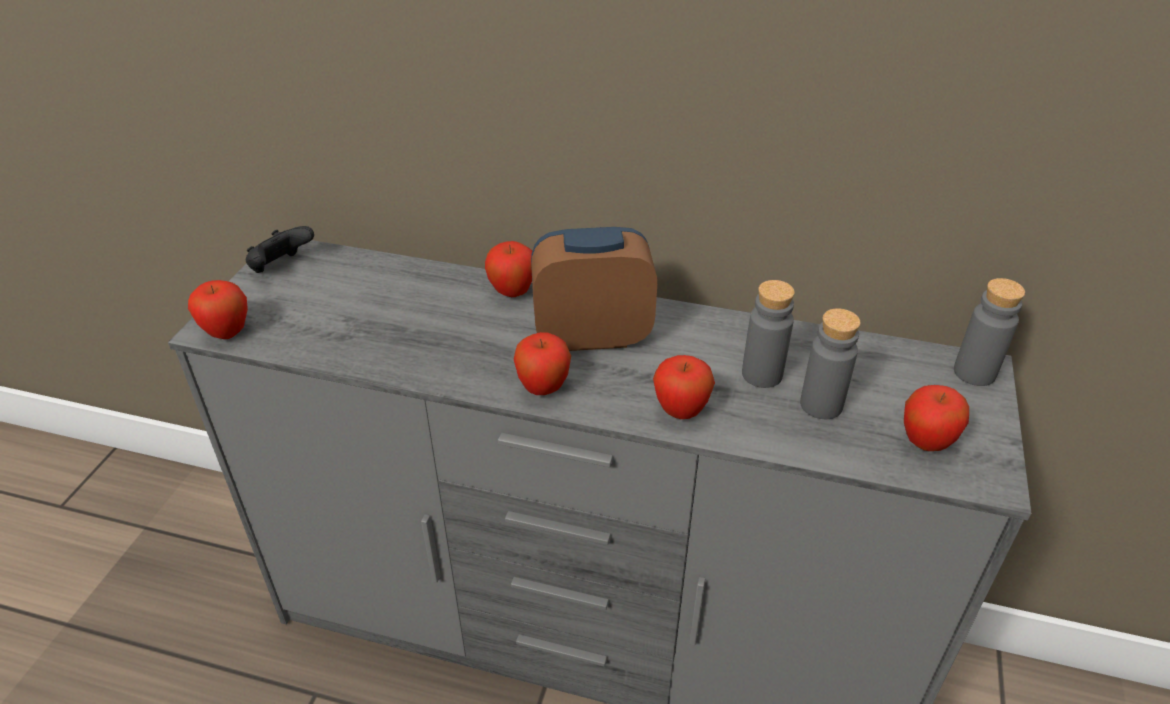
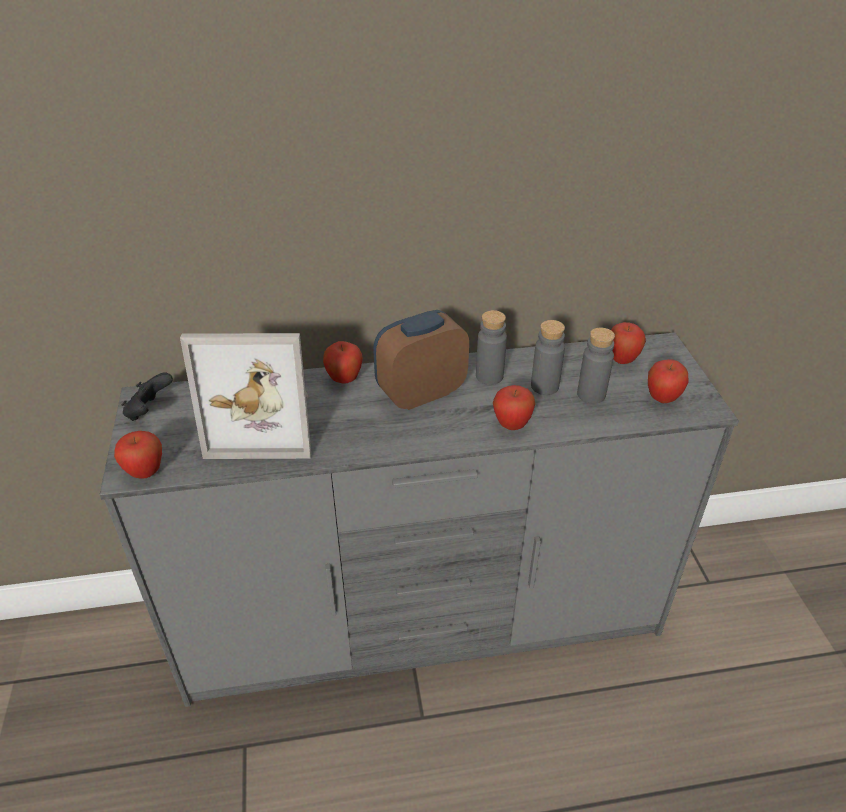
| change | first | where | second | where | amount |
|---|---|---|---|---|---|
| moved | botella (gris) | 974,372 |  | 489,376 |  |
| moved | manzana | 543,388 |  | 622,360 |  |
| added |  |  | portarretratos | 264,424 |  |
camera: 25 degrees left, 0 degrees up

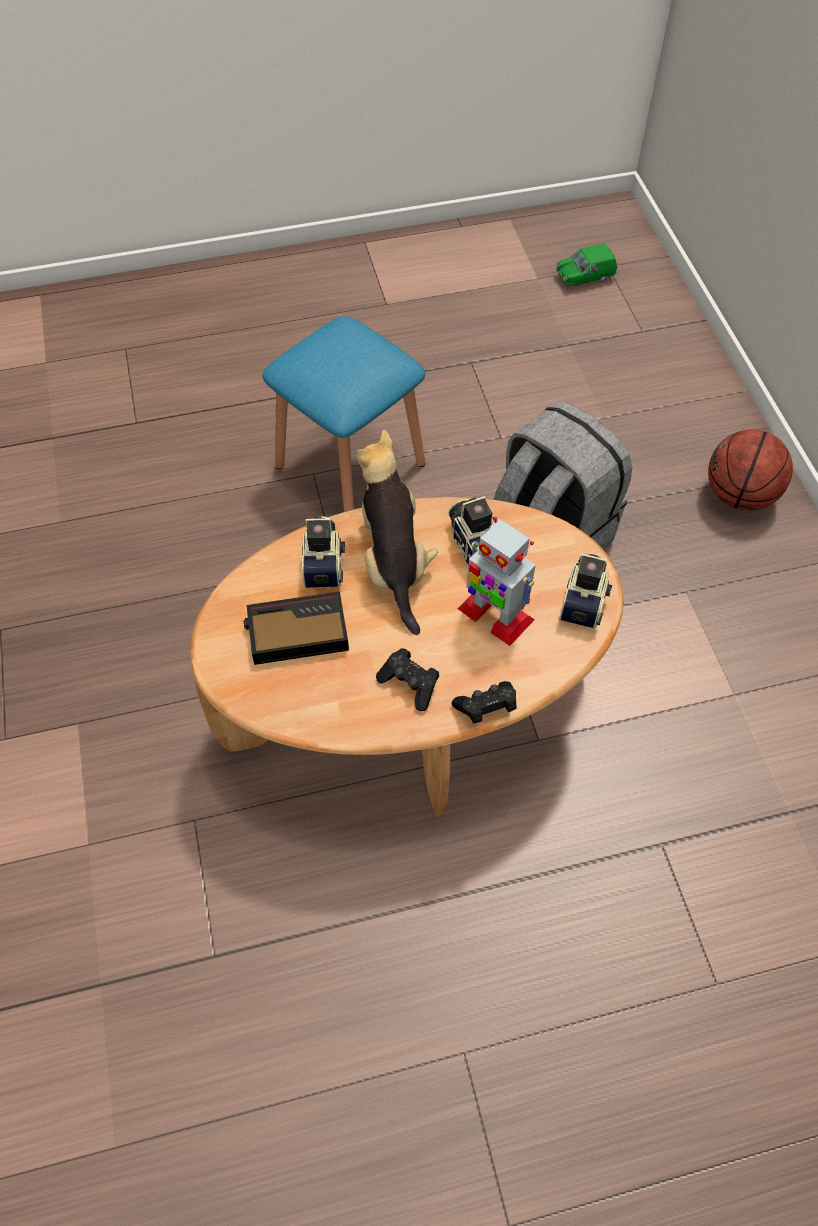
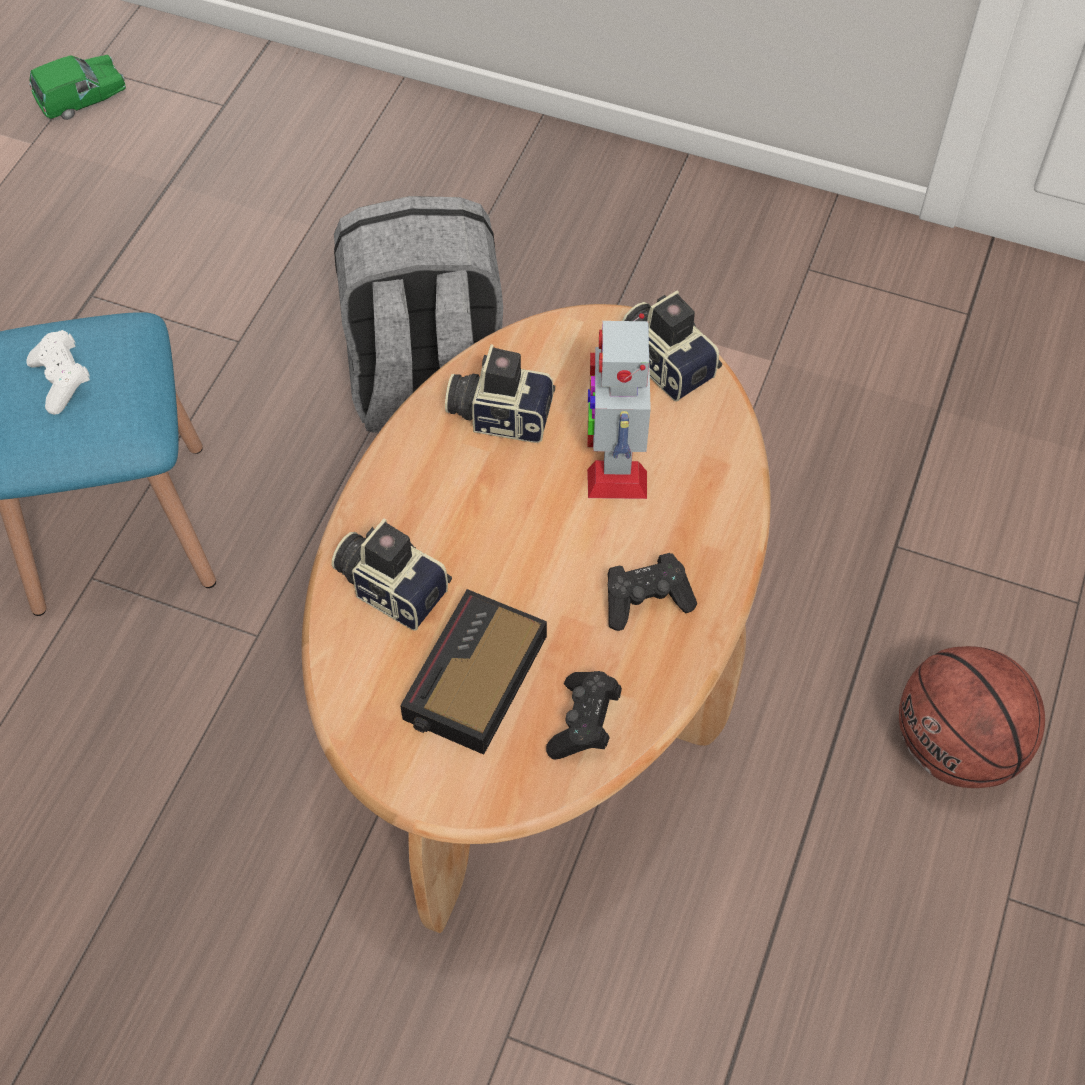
| change | first | where | second | where | amount |
|---|---|---|---|---|---|
| turned | coche de juguete (verde) | 584,277 |  | 82,100 | 135 degrees counterclockwise |
| moved | balón de baloncesto | 739,495 |  | 956,747 |  |
| removed | peluche | 394,563 |  |  |  |
| turned | robot de juguete | 494,614 |  | 616,458 | 105 degrees clockwise |
| moved | mando de consola (negro) | 486,708 |  | 584,724 |  |
| added |  |  | mando de consola (blanco) | 62,381 |  |
camera: 55 degrees left, 0 degrees up

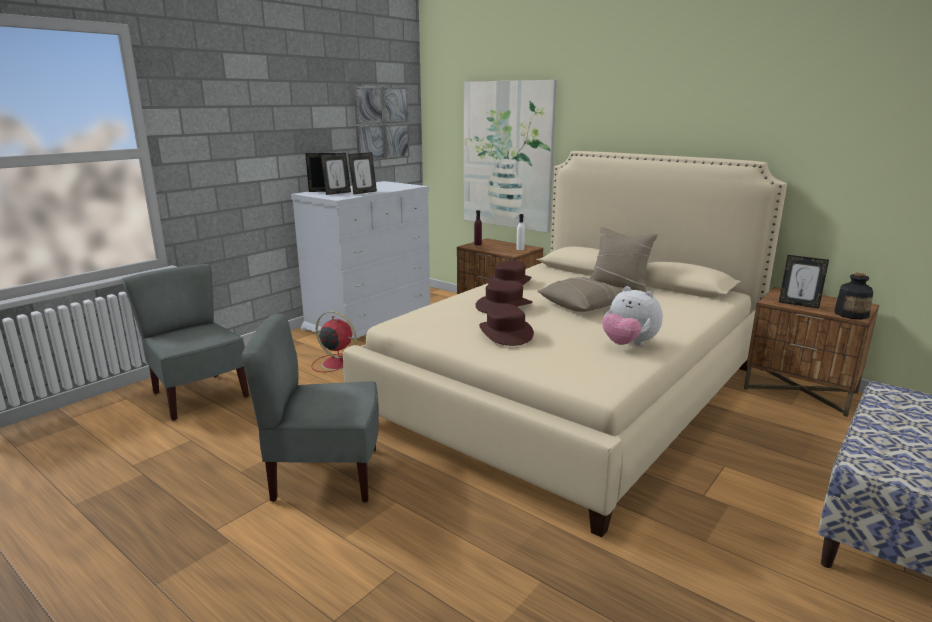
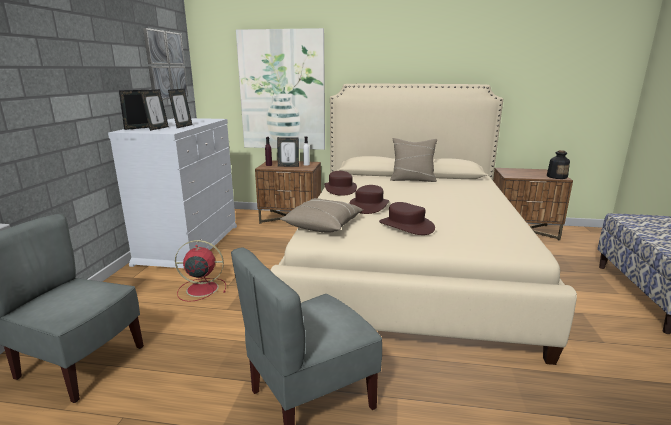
| change | first | where | second | where | amount |
|---|---|---|---|---|---|
| moved | portarretratos | 798,304 |  | 288,166 |  |
| moved | cojín (beis) | 582,306 |  | 323,225 |  |
| removed | peluche | 628,344 |  |  |  |
camera: 30 degrees left, 0 degrees up

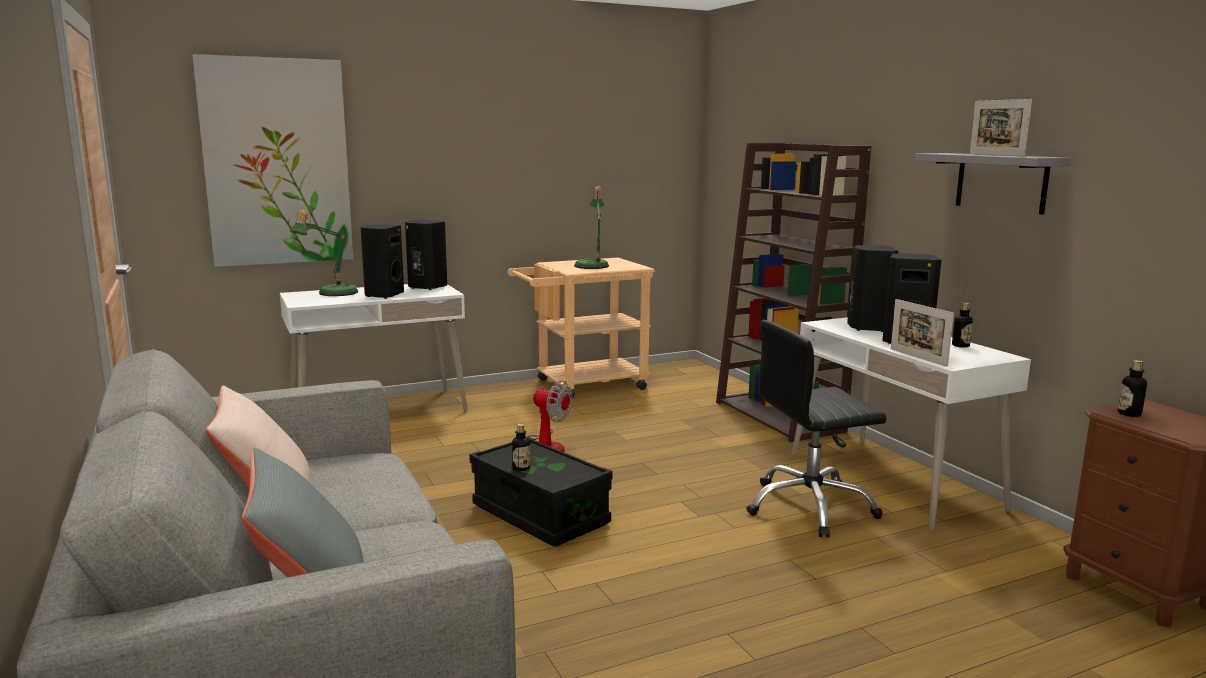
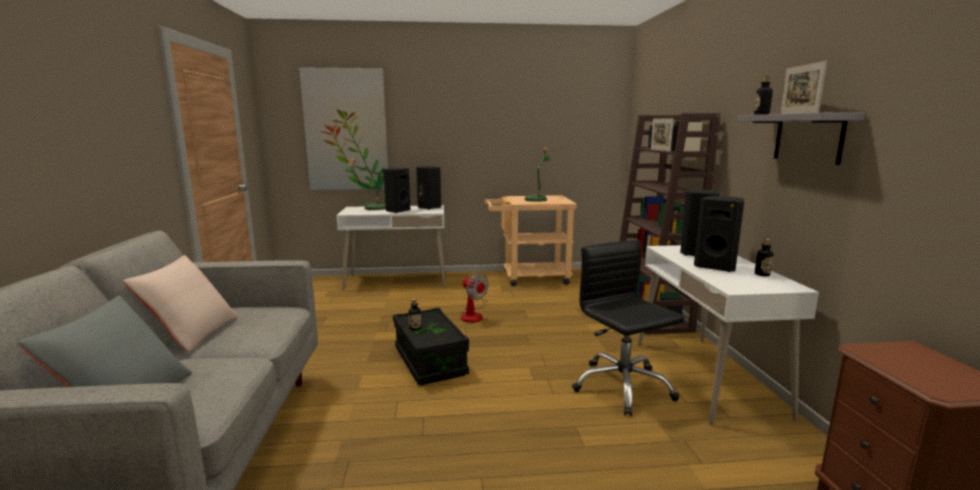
| change | first | where | second | where | amount |
|---|---|---|---|---|---|
| moved | portarretratos | 918,357 |  | 660,150 |  |
| turned | silla de oficina (negro) | 810,507 |  | 622,387 | 60 degrees clockwise |
| moved | botella | 1129,414 |  | 761,114 |  |
camera: 20 degrees right, 0 degrees up

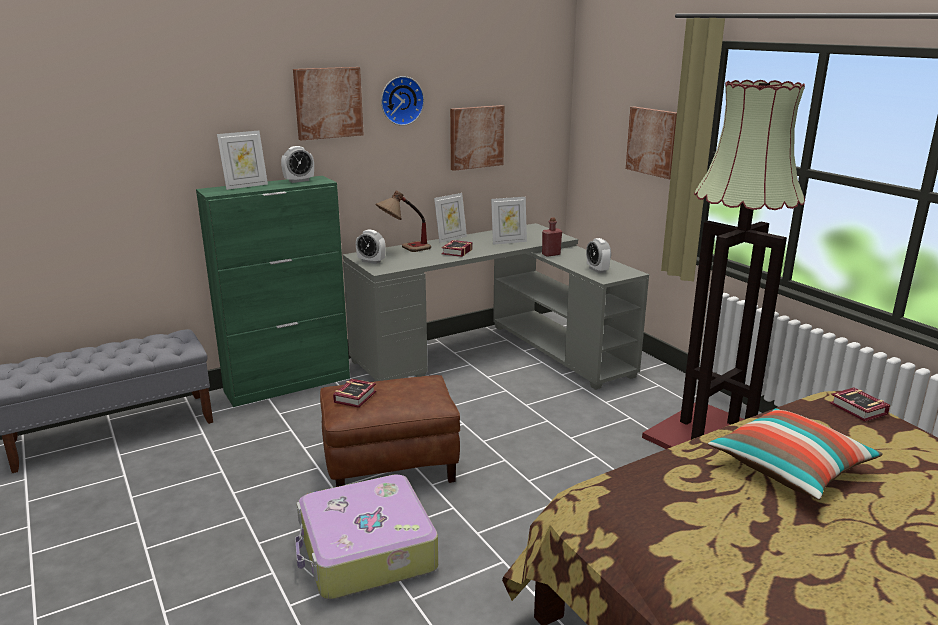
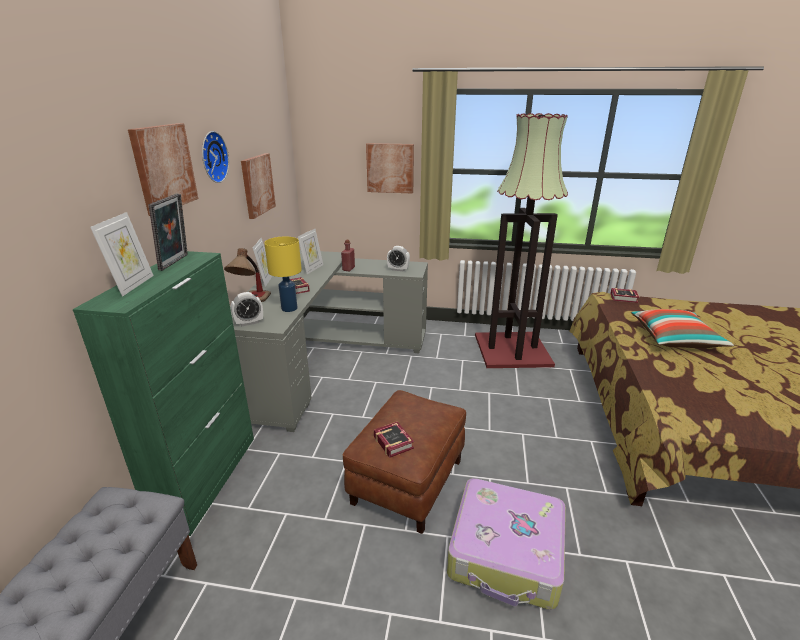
| change | first | where | second | where | amount |
|---|---|---|---|---|---|
| replaced | despertador | 299,181 | portarretratos | 176,262 |  |
| added |  |  | lámpara de mesa (amarillo) | 289,308 |  |
camera: 50 degrees left, 5 degrees up

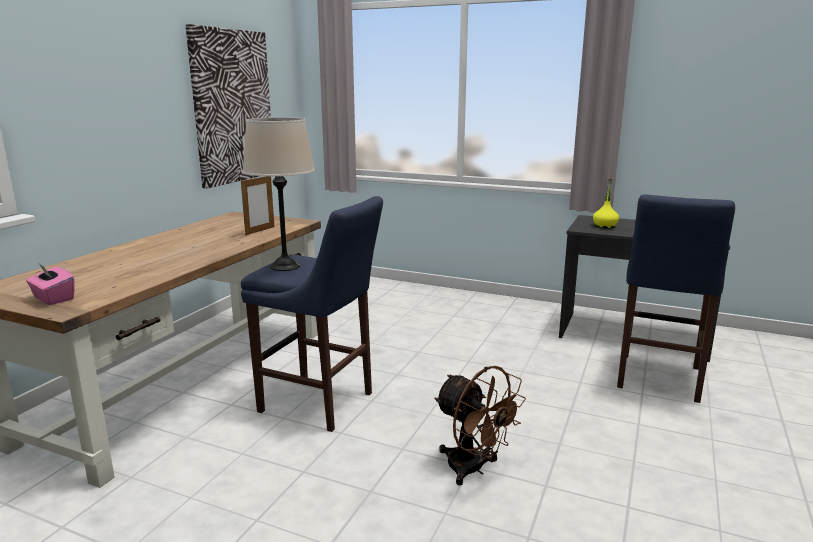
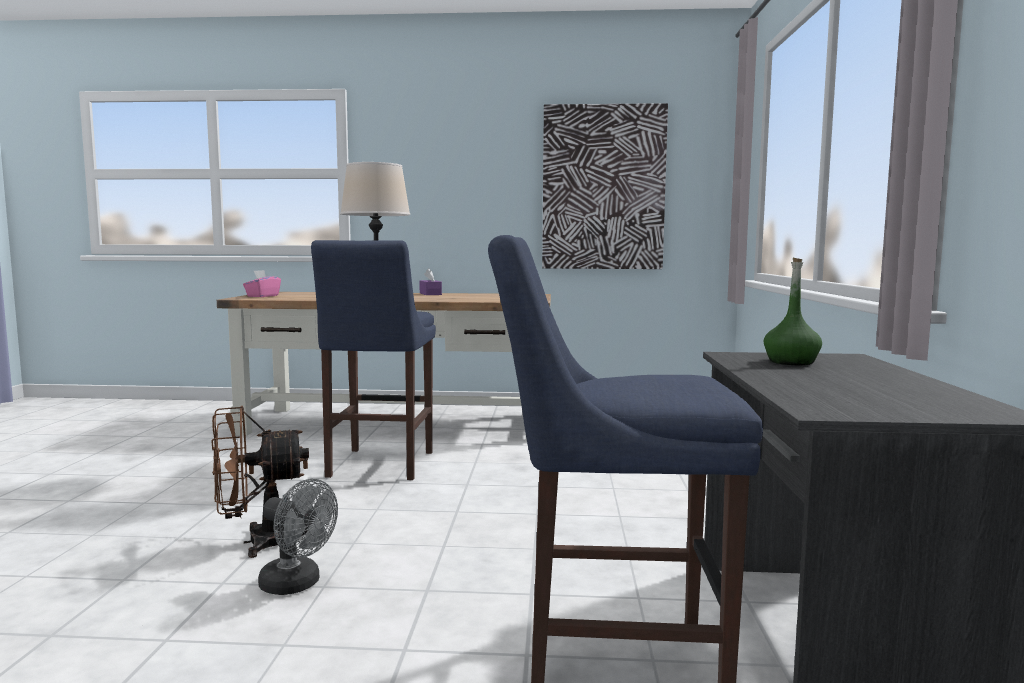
| change | first | where | second | where | amount |
|---|---|---|---|---|---|
| removed | portarretratos | 260,231 |  |  |  |
| recoloured | botella (amarillo) | 604,226 | botella (verde) | 791,362 |  |
| turned | ventilador (marrón) | 473,469 |  | 258,542 | 45 degrees clockwise |
| added |  |  | caja de pañuelos (morado) | 430,294 |  |
| added |  |  | ventilador (gris) | 297,585 |  |
camera: 70 degrees right, 10 degrees down

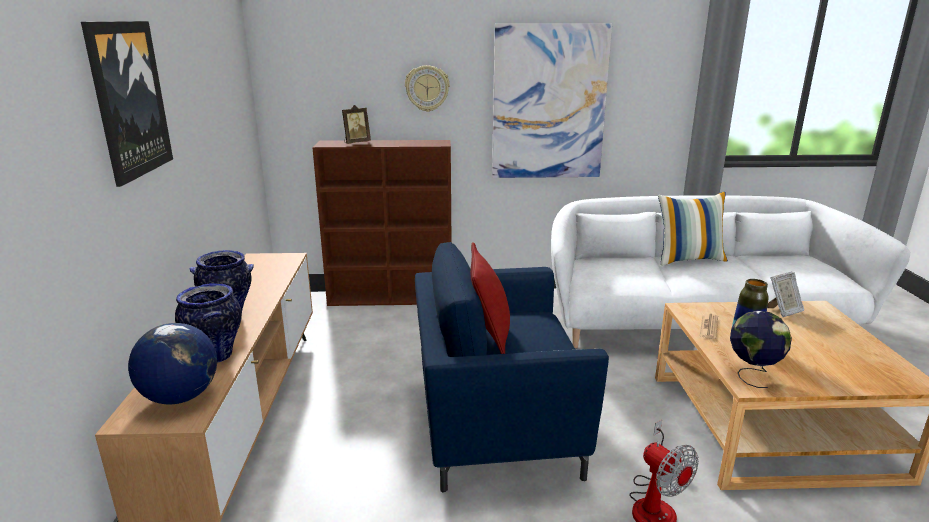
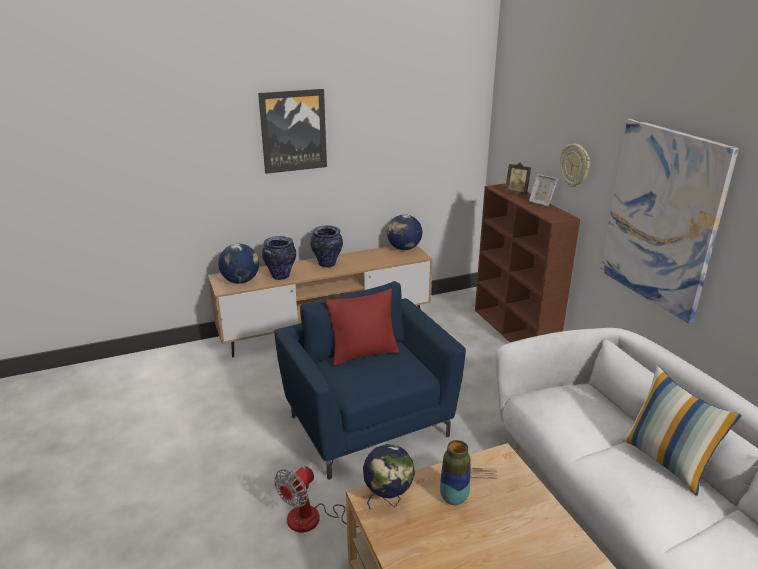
| change | first | where | second | where | amount |
|---|---|---|---|---|---|
| moved | portarretratos | 783,311 |  | 540,203 |  |
| added |  |  | globo terráqueo | 404,248 |  |
camera: 70 degrees right, 5 degrees up

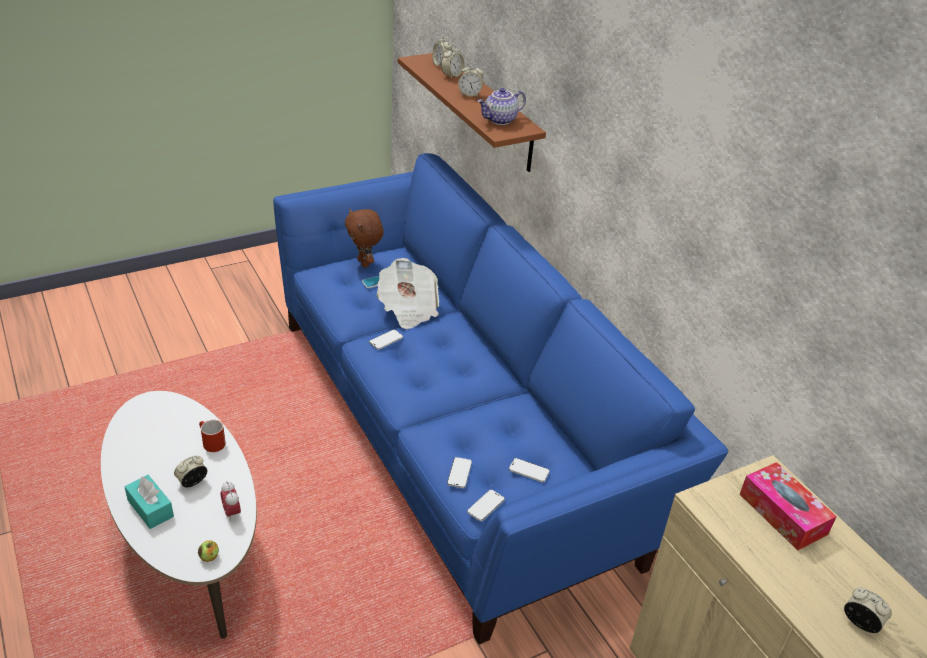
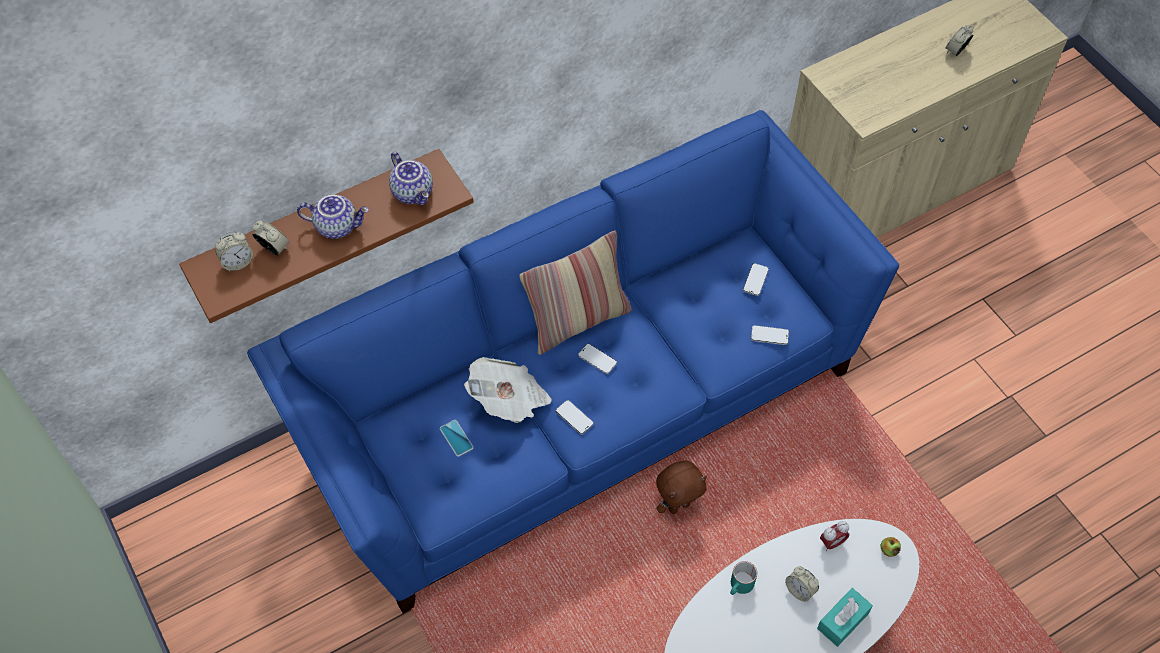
| change | first | where | second | where | amount |
|---|---|---|---|---|---|
| replaced | despertador | 470,94 | tetera | 337,226 |  |
| moved | peluche (marrón) | 364,263 |  | 678,506 |  |
| recoloured | taza grande (rojo) | 210,443 | taza grande (turquesa) | 740,587 |  |
| removed | caja de pañuelos | 782,514 |  |  |  |
| moved | móvil | 486,506 |  | 597,359 |  |
| added |  |  | cojín | 577,321 |  |
camera: 90 degrees left, 20 degrees up

